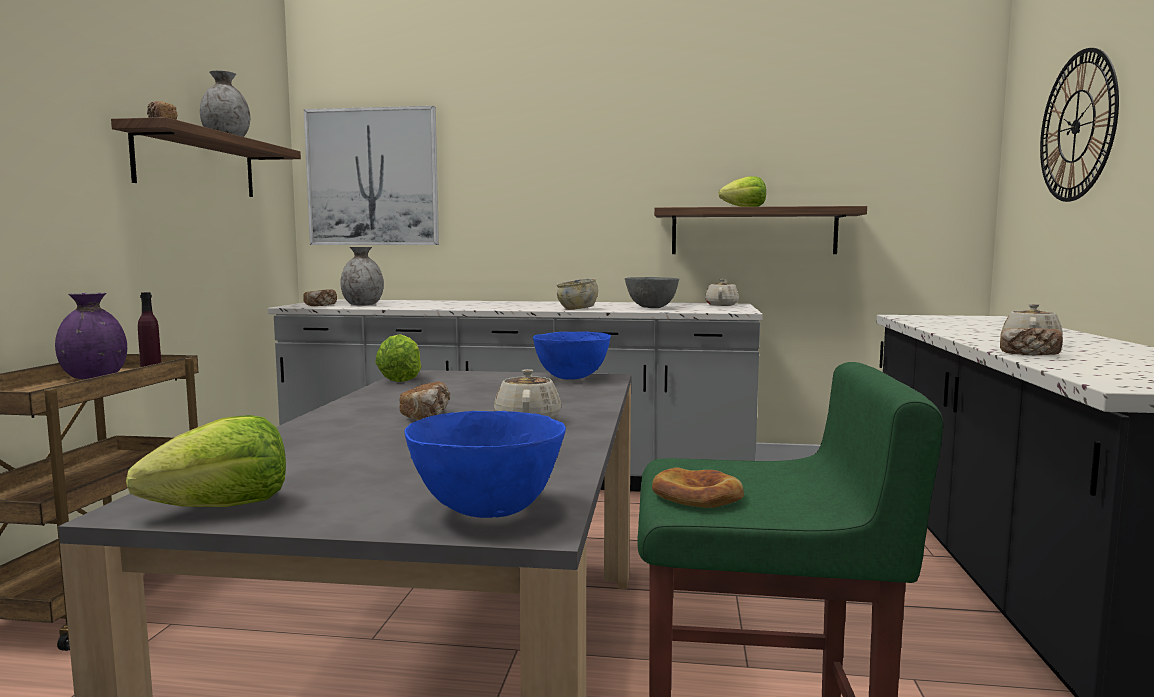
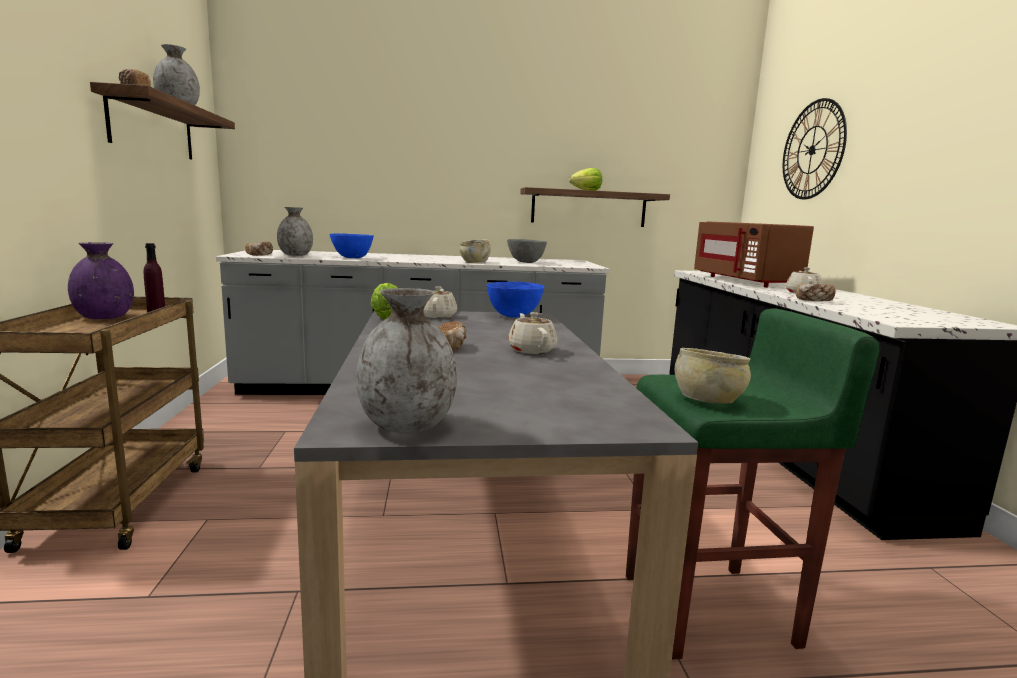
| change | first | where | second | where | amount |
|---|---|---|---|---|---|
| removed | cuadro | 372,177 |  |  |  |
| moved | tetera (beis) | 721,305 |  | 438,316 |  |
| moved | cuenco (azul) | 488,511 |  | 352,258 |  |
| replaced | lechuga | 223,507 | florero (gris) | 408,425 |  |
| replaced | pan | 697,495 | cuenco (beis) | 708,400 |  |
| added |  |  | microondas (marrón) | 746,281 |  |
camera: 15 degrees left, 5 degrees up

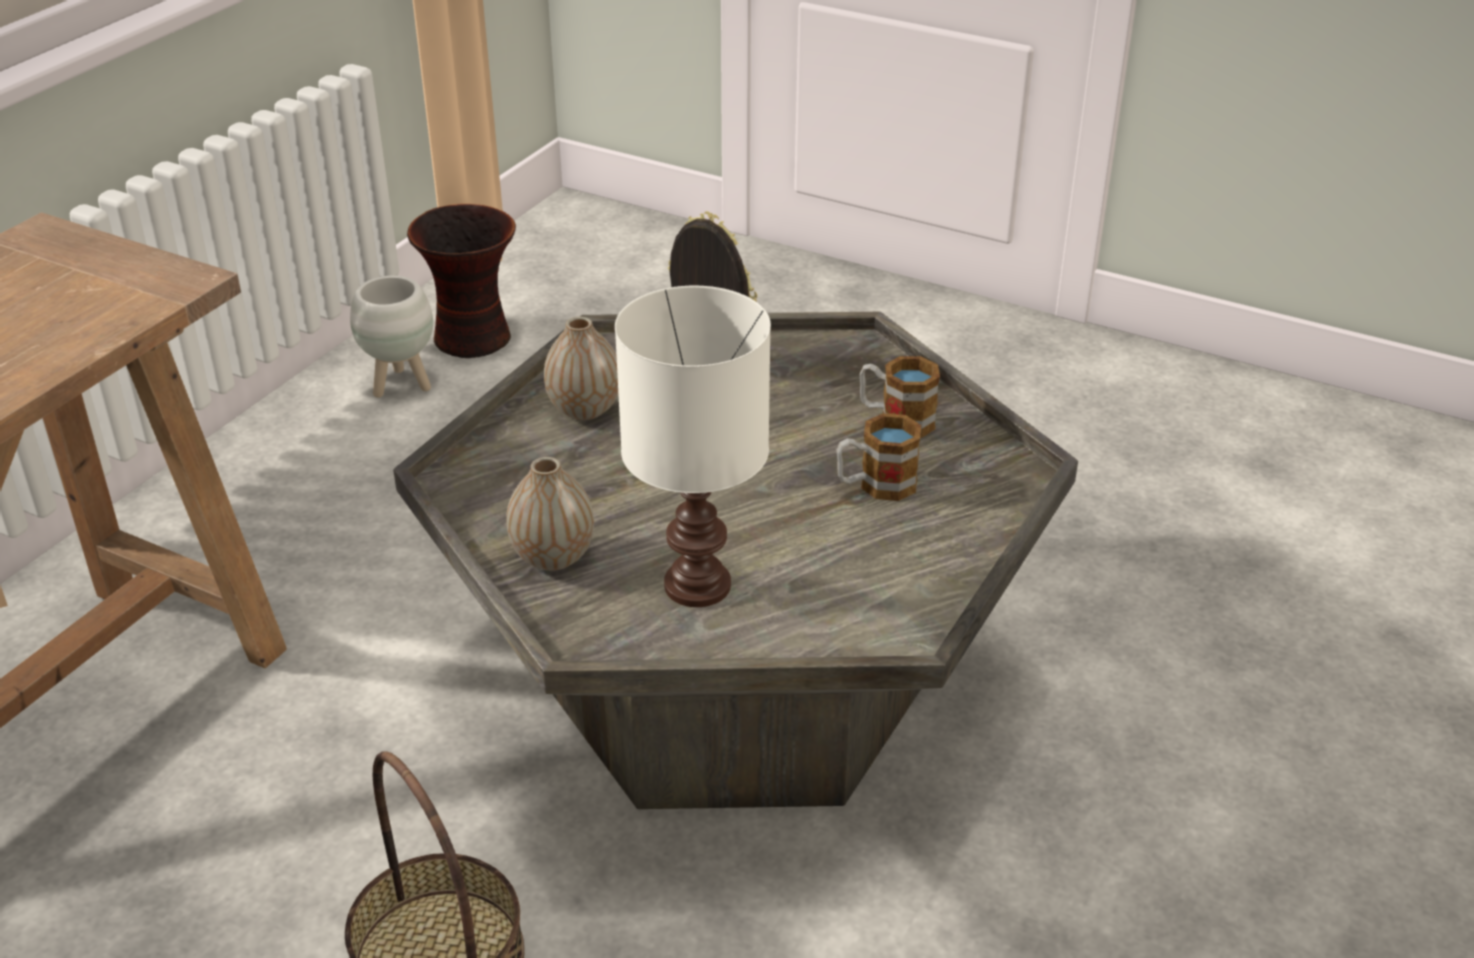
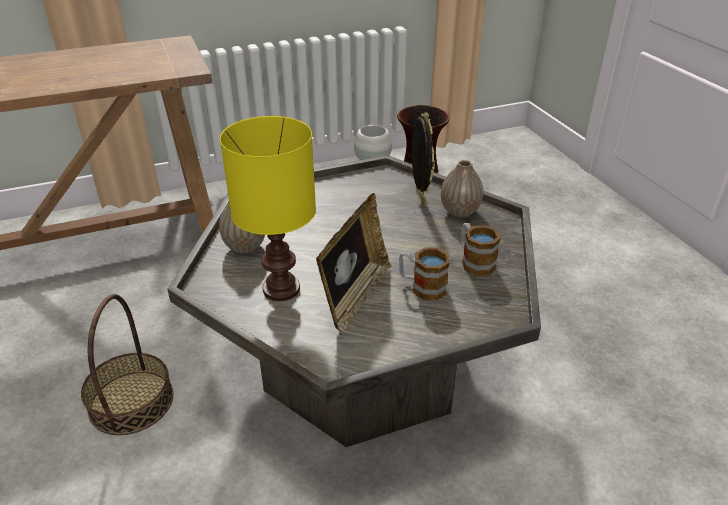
| change | first | where | second | where | amount |
|---|---|---|---|---|---|
| recoloured | lámpara de mesa (blanco) | 694,585 | lámpara de mesa (amarillo) | 280,288 |  |
| moved | florero | 584,409 |  | 459,211 |  |
| added |  |  | portarretratos | 355,297 |  |
camera: 40 degrees right, 0 degrees up

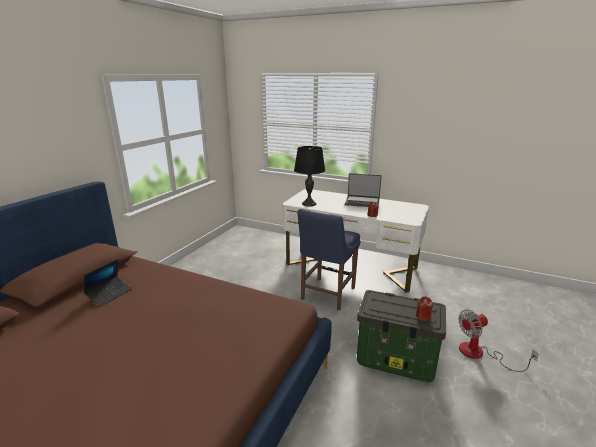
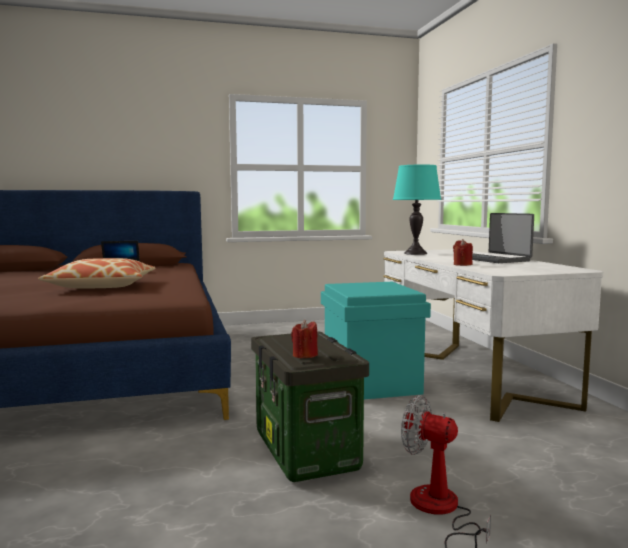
| change | first | where | second | where | amount |
|---|---|---|---|---|---|
| recoloured | lámpara de mesa (negro) | 309,204 | lámpara de mesa (turquesa) | 415,253 |  |
| replaced | silla (azul) | 326,295 | caja de almacenaje (turquesa) | 370,382 |  |
| added |  |  | cojín | 102,286 |  |
camera: 50 degrees right, 15 degrees down

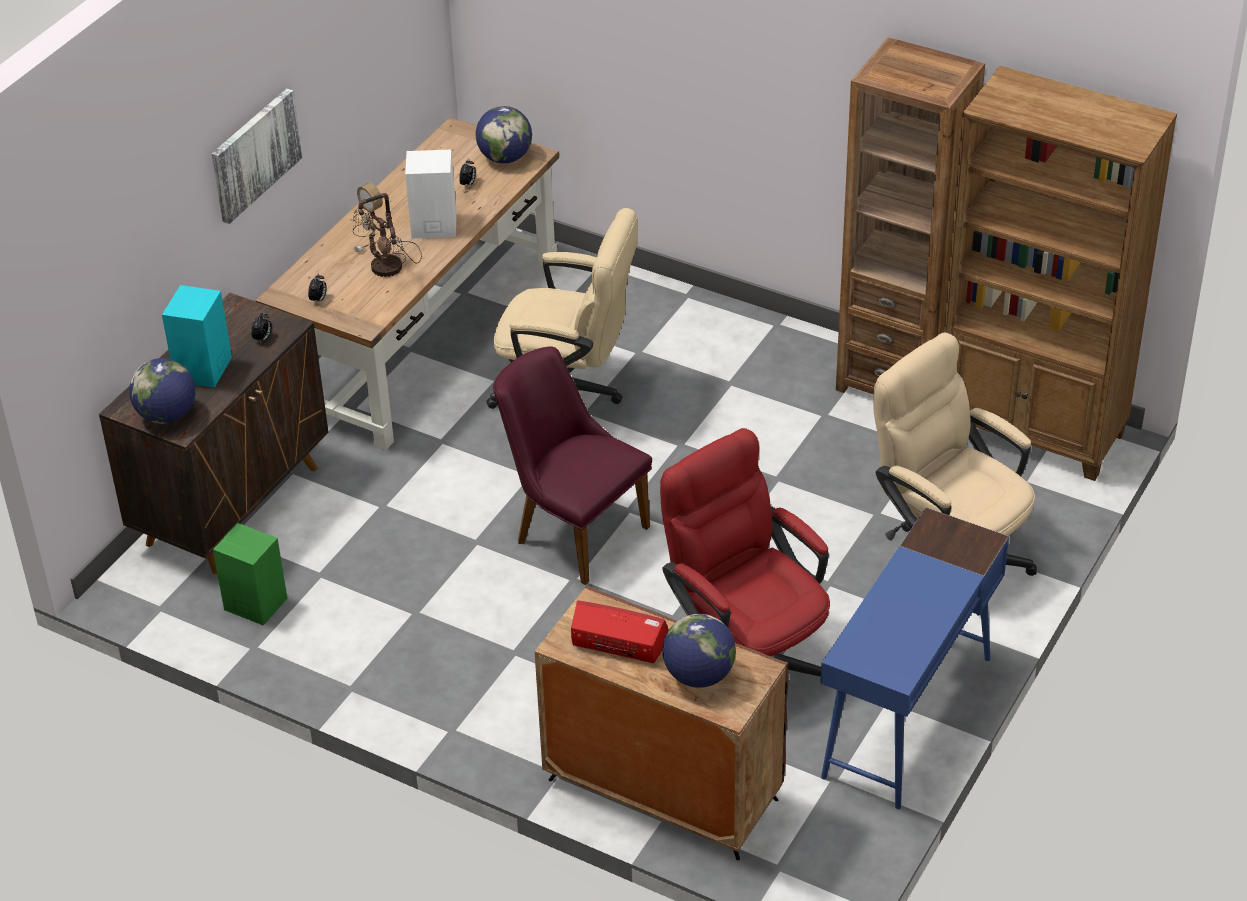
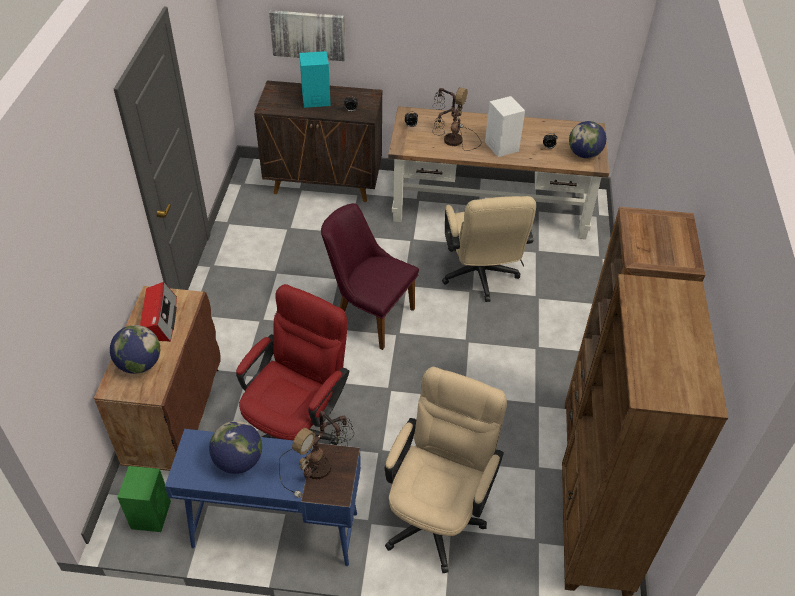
| change | first | where | second | where | amount |
|---|---|---|---|---|---|
| moved | cuadro | 254,154 |  | 308,34 |  |
| turned | silla (morado) | 572,530 |  | 368,314 | 75 degrees counterclockwise |
| moved | globo terráqueo | 167,415 |  | 238,461 |  |
| moved | altavoz (verde) | 254,603 |  | 151,514 |  |
| added |  |  | lámpara de mesa | 320,467 |  |
camera: 65 degrees right, 5 degrees up

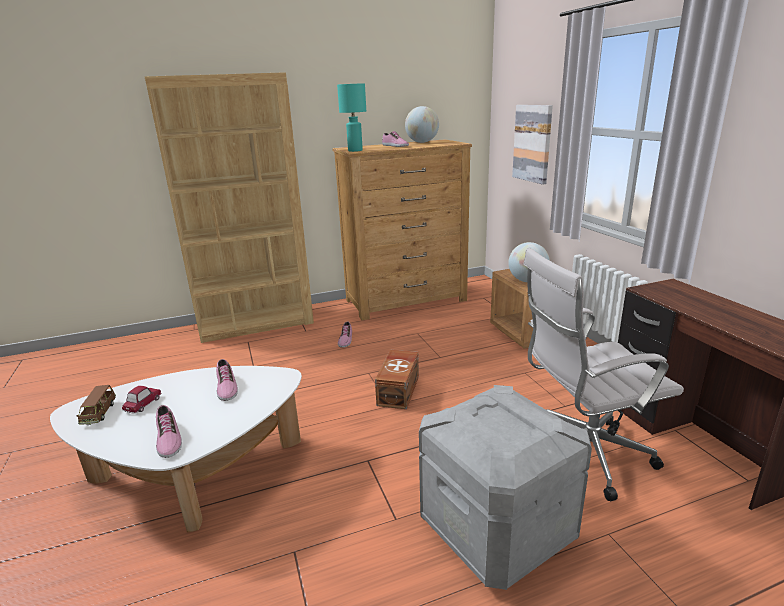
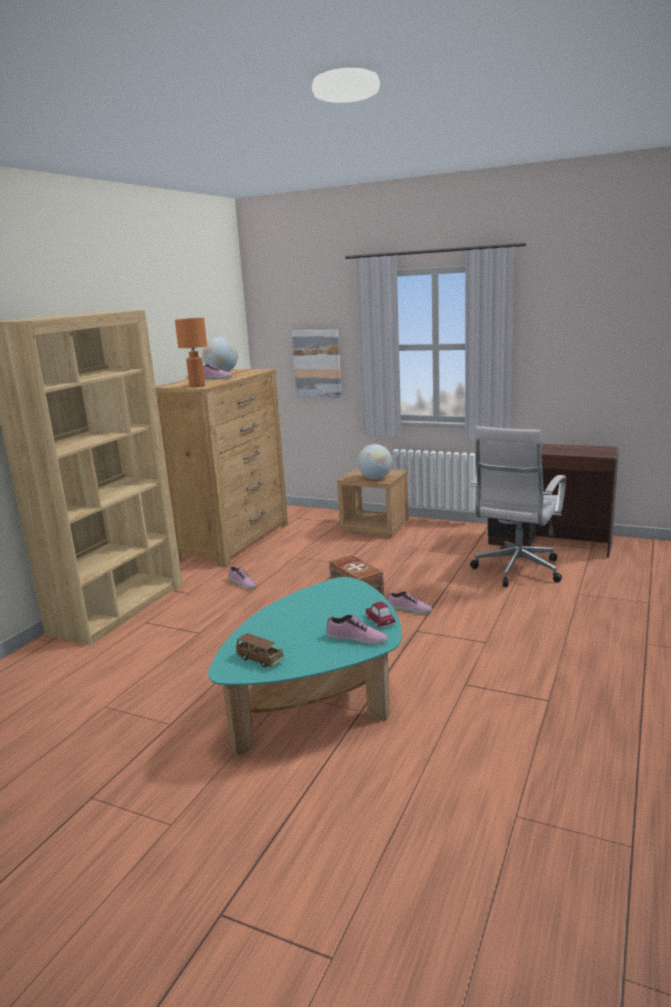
| change | first | where | second | where | amount |
|---|---|---|---|---|---|
| recoloured | lámpara de mesa (turquesa) | 355,151 | lámpara de mesa (naranja) | 197,386 |  |
| moved | zapato | 226,387 |  | 409,609 |  |
| recoloured | mesa de centro (blanco) | 196,474 | mesa de centro (turquesa) | 319,699 |  |
| removed | caja de almacenaje (gris) | 498,528 |  |  |  |
| moved | coche de juguete | 143,404 |  | 380,620 |  |
camera: 45 degrees left, 5 degrees down

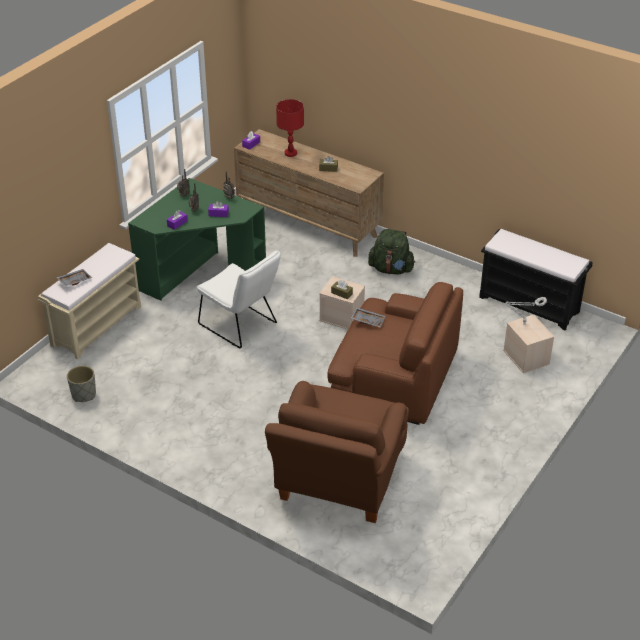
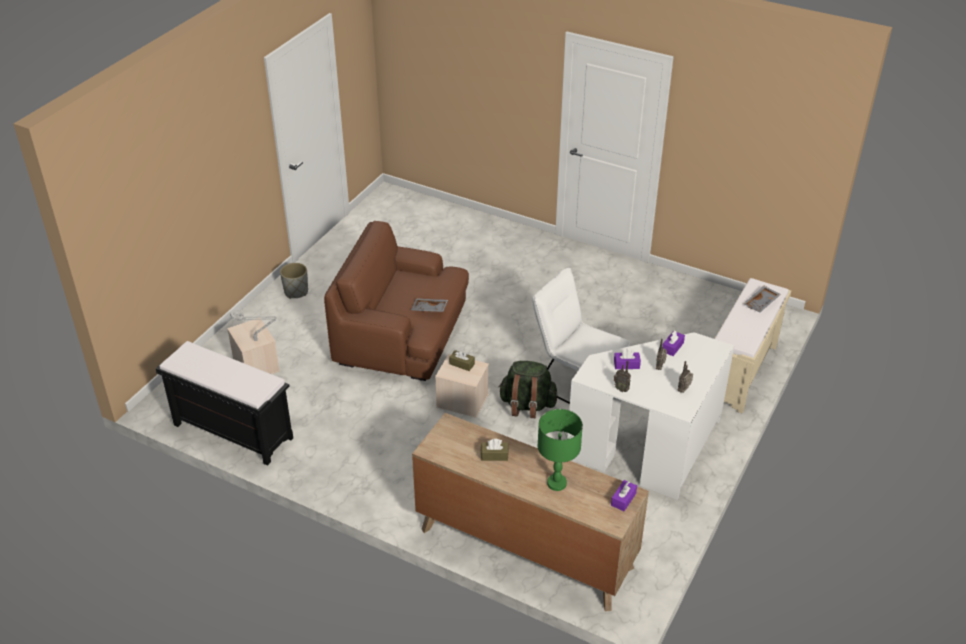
| change | first | where | second | where | amount |
|---|---|---|---|---|---|
| recoloured | lámpara de mesa (rojo) | 290,153 | lámpara de mesa (verde) | 557,483 |  |
| recoloured | escritorio (verde) | 200,275 | escritorio (blanco) | 650,448 |  |
| moved | mochila (verde) | 391,269 |  | 527,405 |  |
| moved | maceta (gris) | 84,394 |  | 296,292 |  |
| removed | sillón (marrón) | 338,482 |  |  |  |
camera: 175 degrees right, 0 degrees up

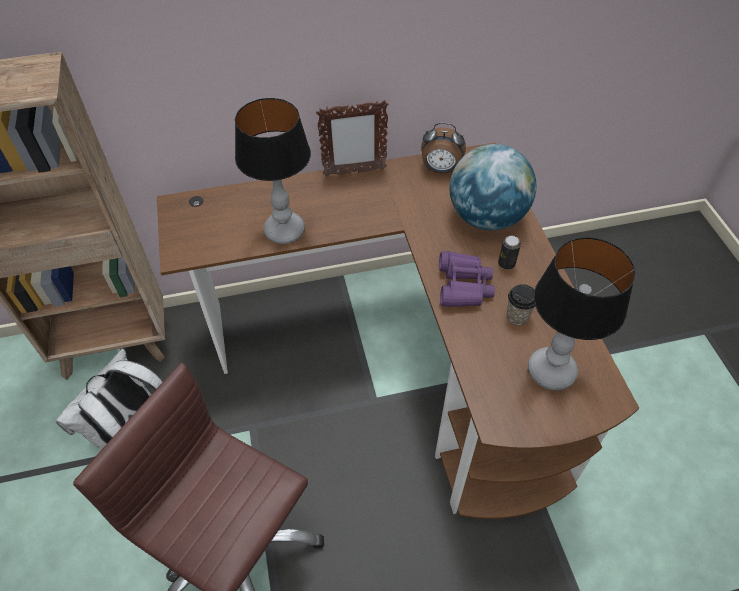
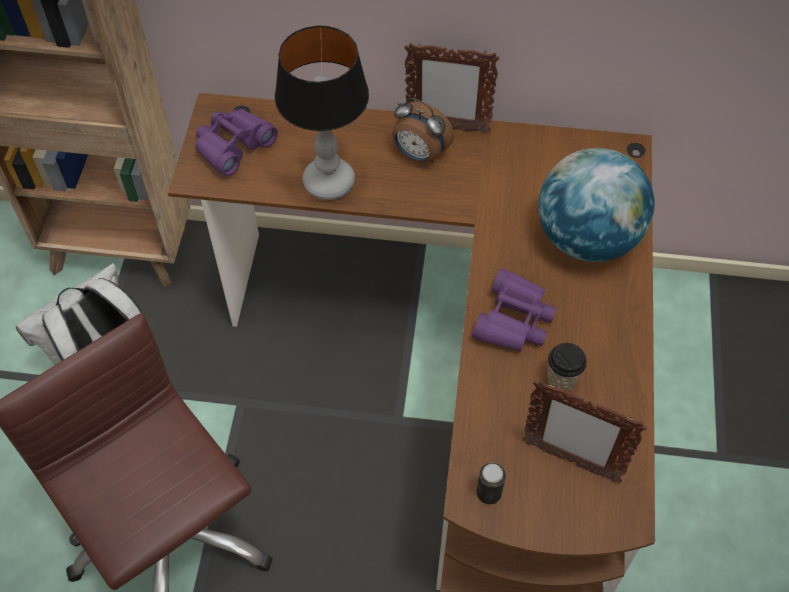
| change | first | where | second | where | amount |
|---|---|---|---|---|---|
| moved | despertador | 440,170 |  | 419,155 |  |
| moved | lata | 506,264 |  | 488,493 |  |
| replaced | lámpara de mesa | 552,370 | portarretratos | 569,461 |  |
| added |  |  | prismáticos (morado) | 233,146 |  |
camera: 20 degrees right, 5 degrees up

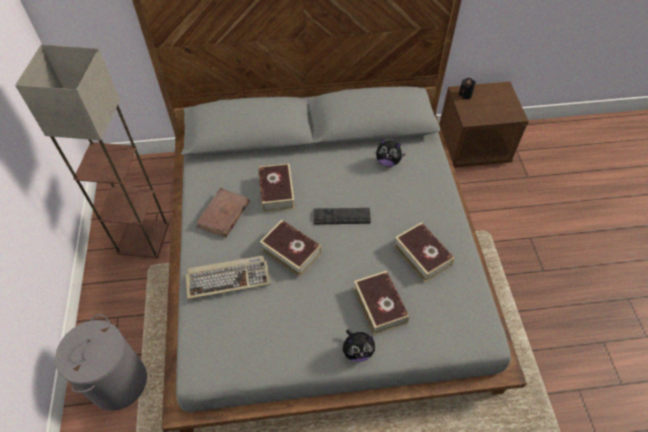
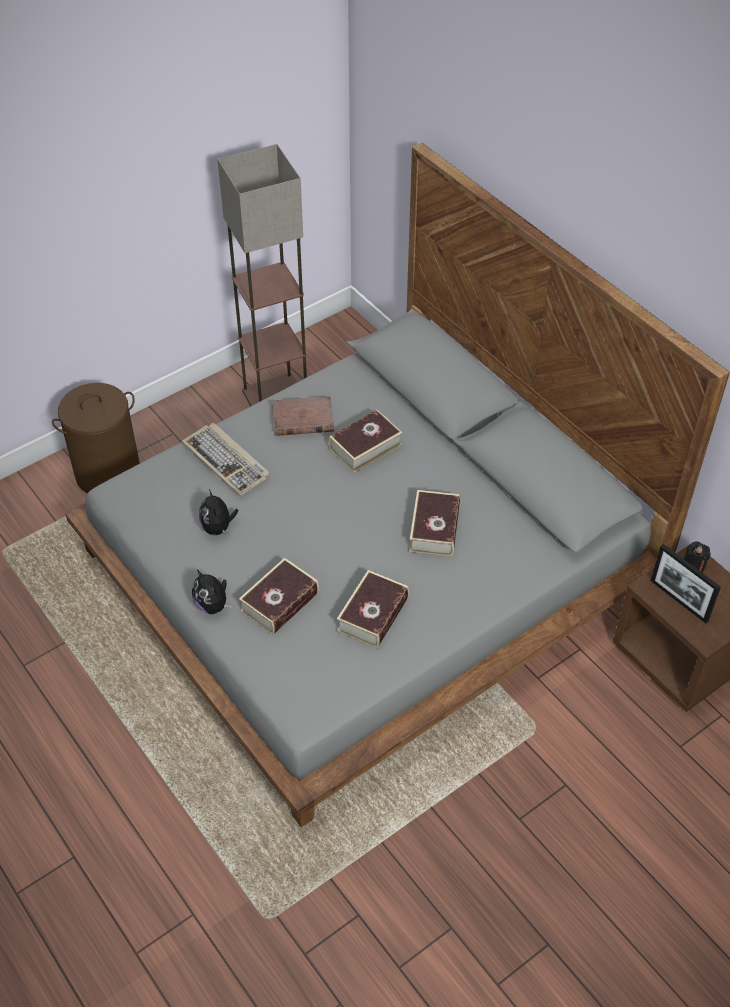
| change | first | where | second | where | amount |
|---|---|---|---|---|---|
| moved | peluche | 388,162 |  | 218,528 |  |
| removed | teclado | 341,216 |  |  |  |
| moved | libro | 291,251 |  | 434,529 |  |
| recoloured | cesto de la ropa (gris) | 118,381 | cesto de la ropa (marrón) | 108,473 |  |
| added |  |  | portarretratos | 679,600 |  |
camera: 60 degrees right, 5 degrees down

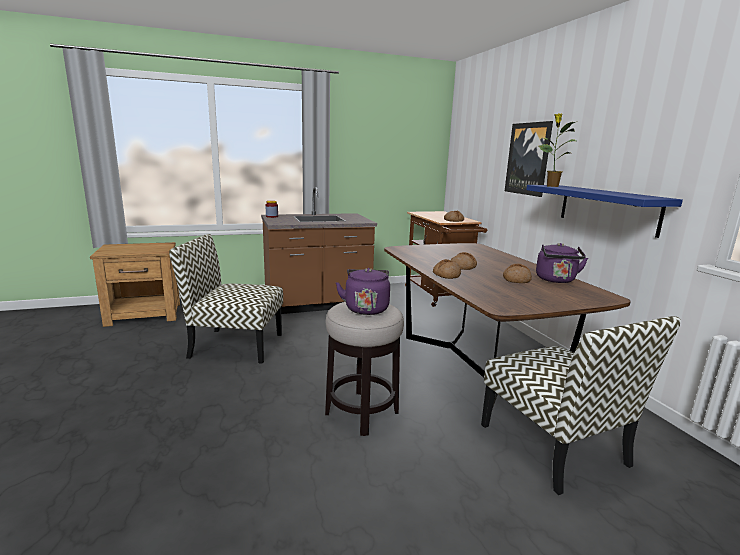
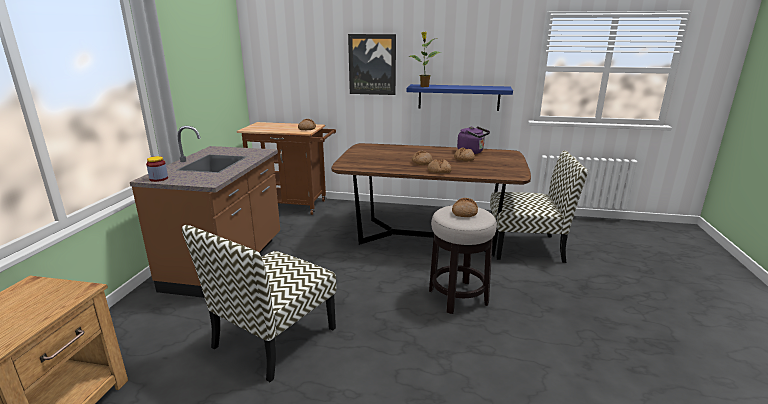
| change | first | where | second | where | amount |
|---|---|---|---|---|---|
| replaced | hervidor (morado) | 366,308 | pan | 464,212 |  |
camera: 60 degrees left, 5 degrees up

